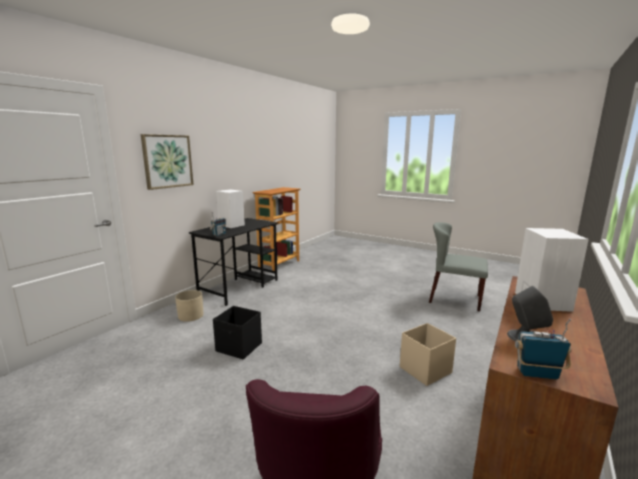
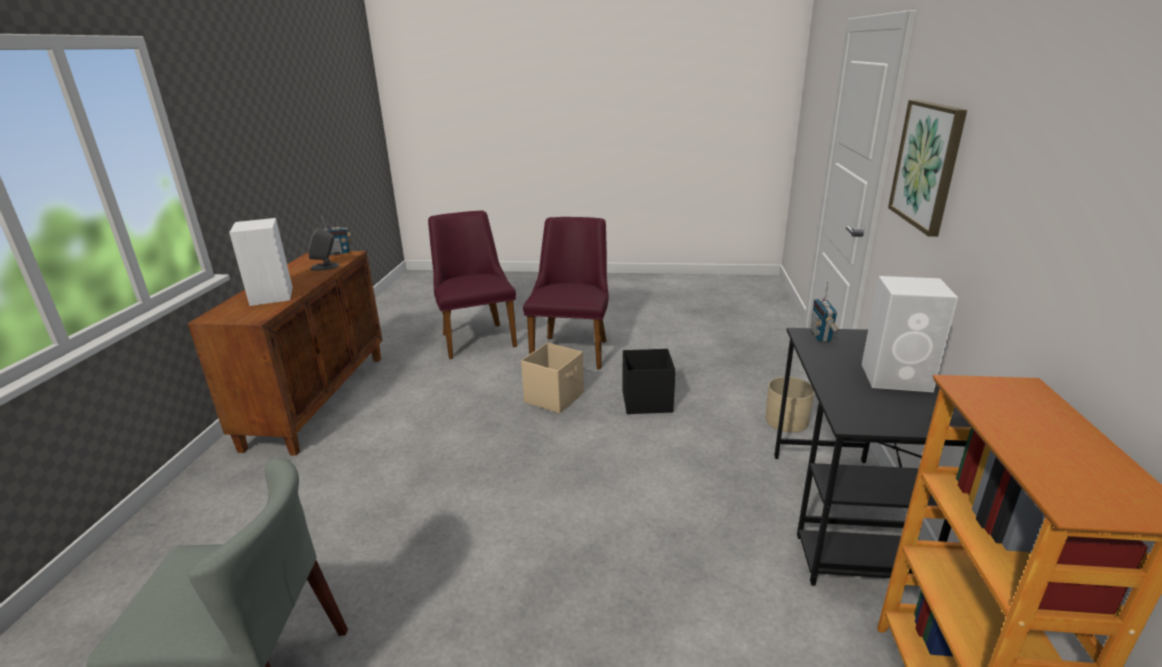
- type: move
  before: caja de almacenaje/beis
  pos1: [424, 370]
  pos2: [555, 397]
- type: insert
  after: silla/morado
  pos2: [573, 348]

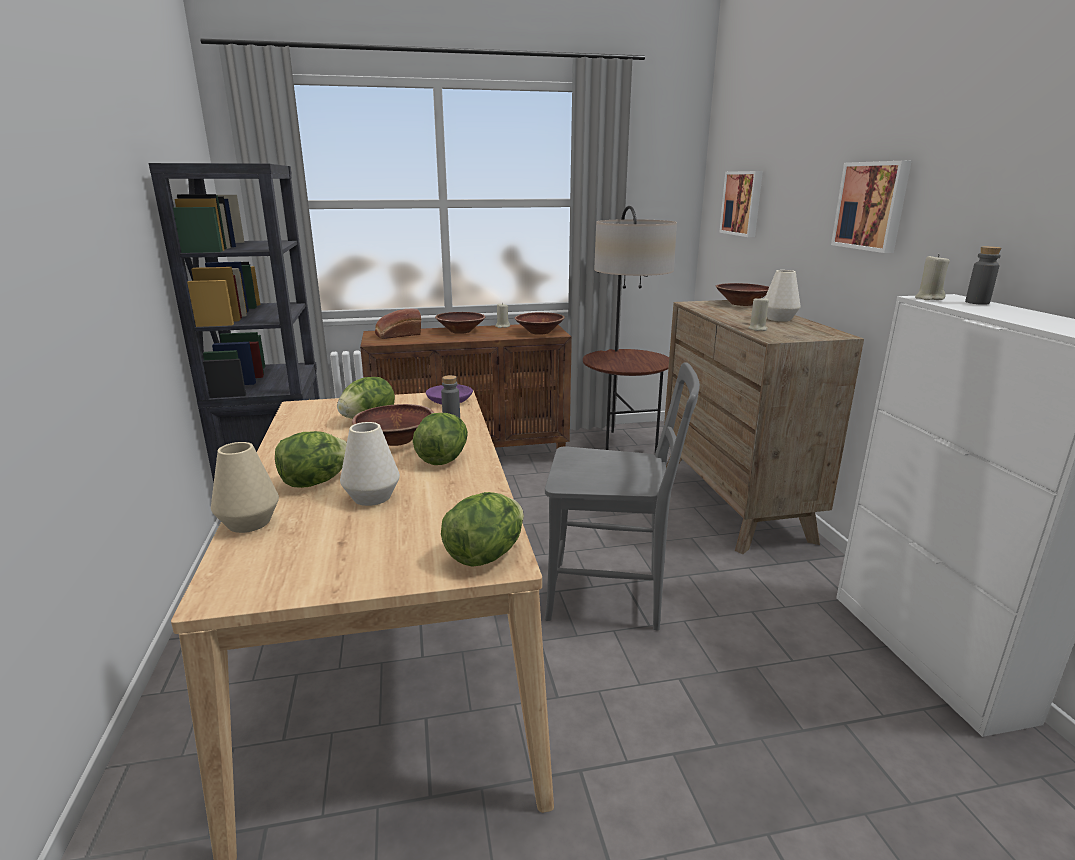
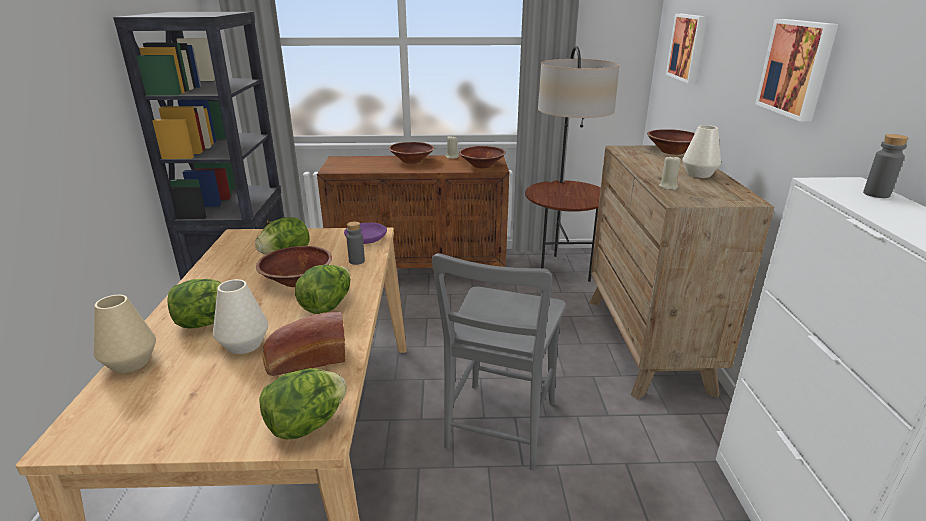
- type: move
  before: pan
  pos1: [397, 335]
  pos2: [305, 360]
- type: rotate
  before: silla/gris
  pos1: [612, 595]
  pos2: [499, 429]
  turn: 90
- type: delete
  before: vela/beis
  pos1: [929, 298]

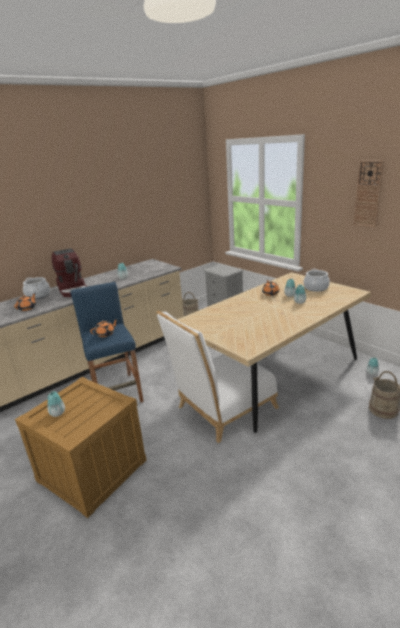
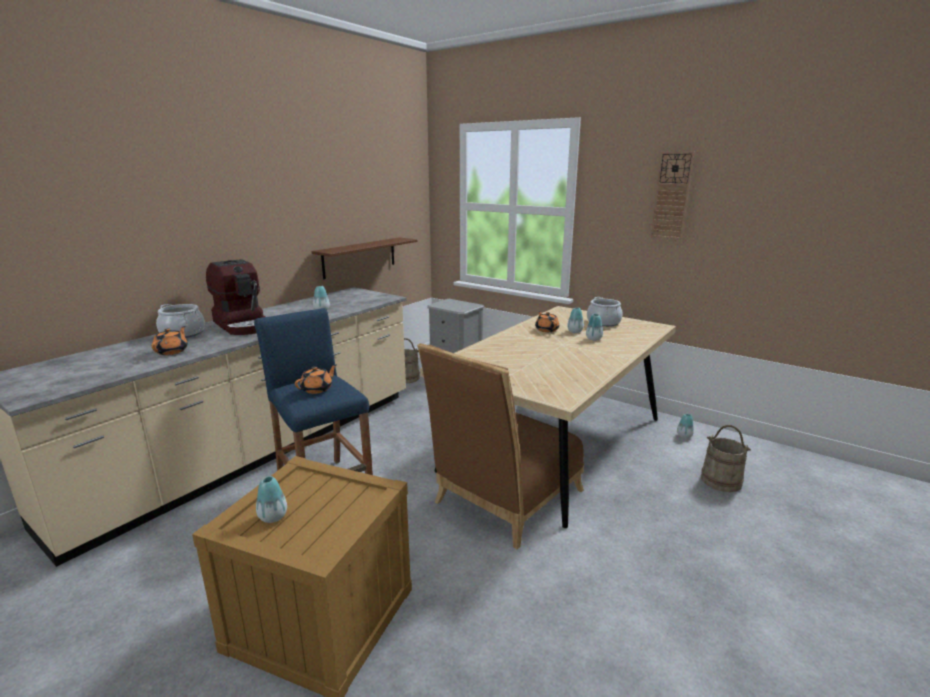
- type: recolor
  before: silla/blanco
  after: silla/marrón
  pos1: [222, 410]
  pos2: [503, 500]
- type: insert
  after: estante/marrón
  pos2: [359, 257]

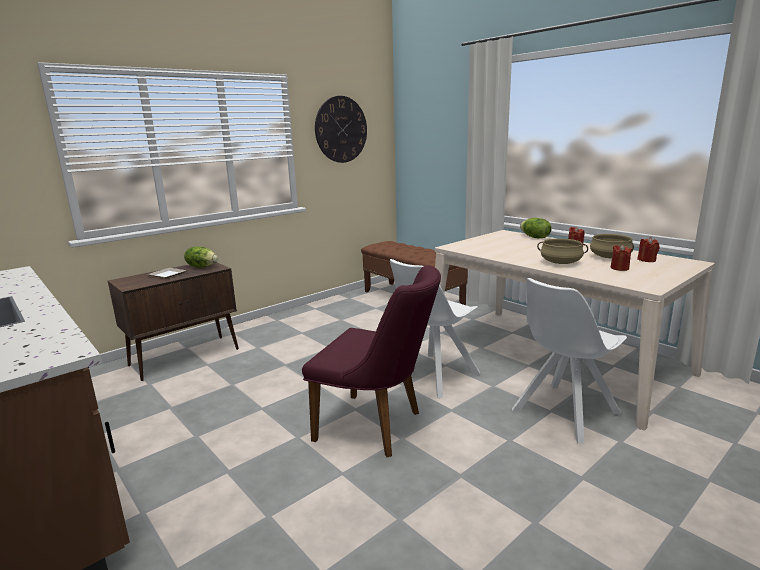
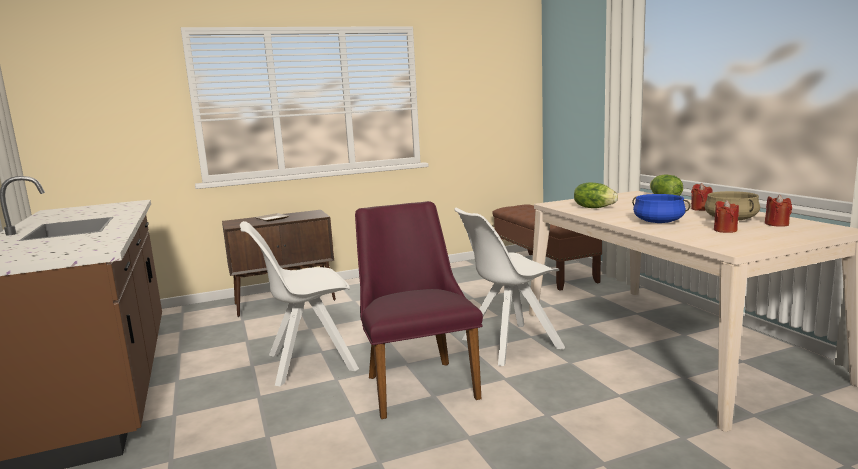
- type: move
  before: lechuga
  pos1: [202, 266]
  pos2: [594, 208]
- type: rotate
  before: silla/morado
  pos1: [378, 427]
  pos2: [417, 382]
  turn: -150
- type: delete
  before: reloj de pared
  pos1: [341, 129]
- type: move
  before: silla/blanco
  pos1: [563, 413]
  pos2: [308, 363]
- type: recolor
  before: olla/beis
  after: olla/azul
  pos1: [561, 262]
  pos2: [659, 222]

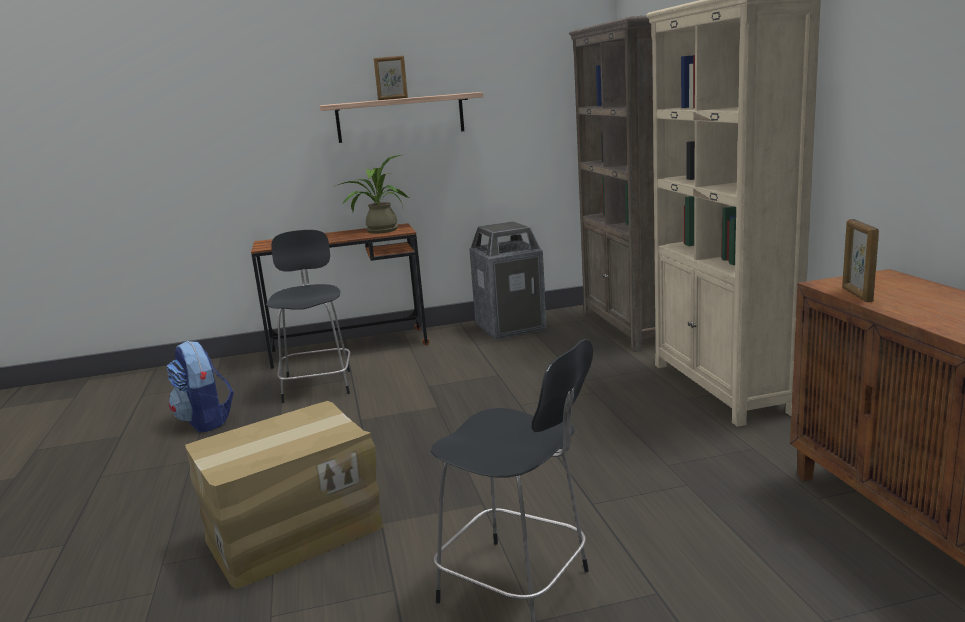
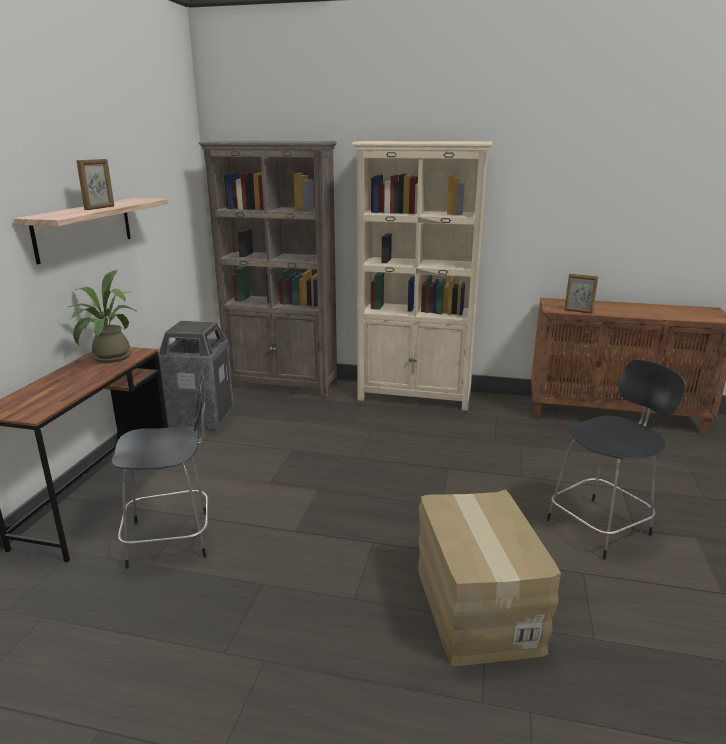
- type: delete
  before: mochila
  pos1: [205, 421]
- type: rotate
  before: silla/negro
  pos1: [317, 385]
  pos2: [173, 538]
  turn: 150

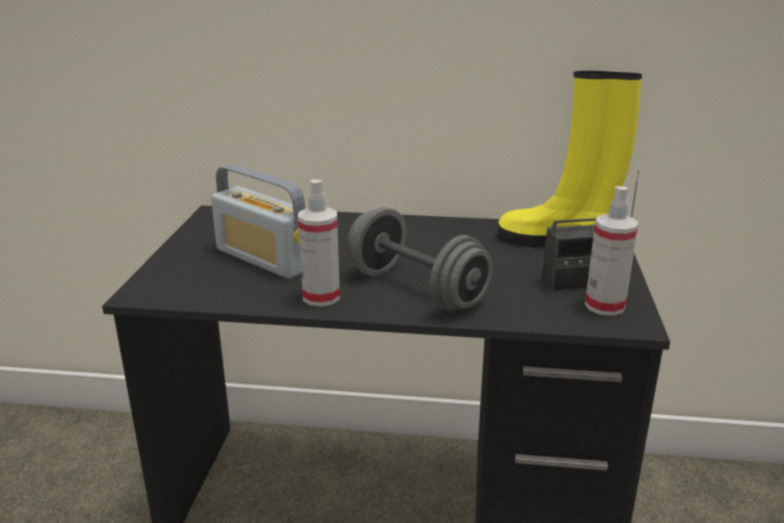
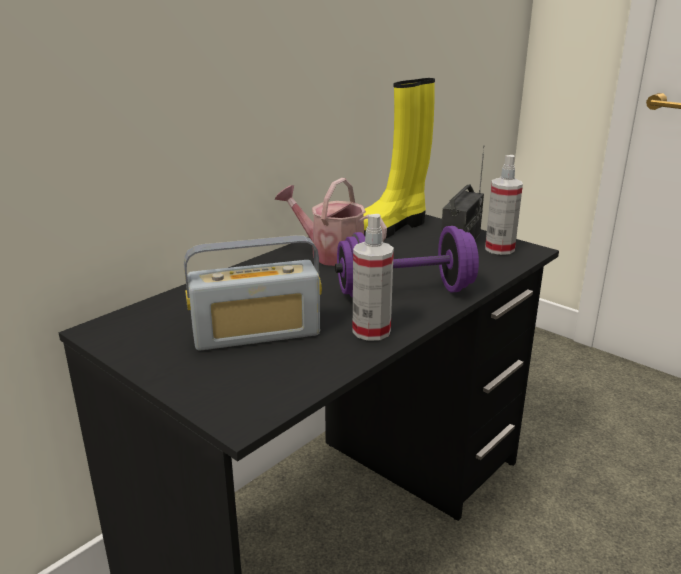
- type: recolor
  before: mancuerna/gris
  after: mancuerna/morado
  pos1: [416, 289]
  pos2: [405, 293]
- type: insert
  after: regadera
  pos2: [330, 254]

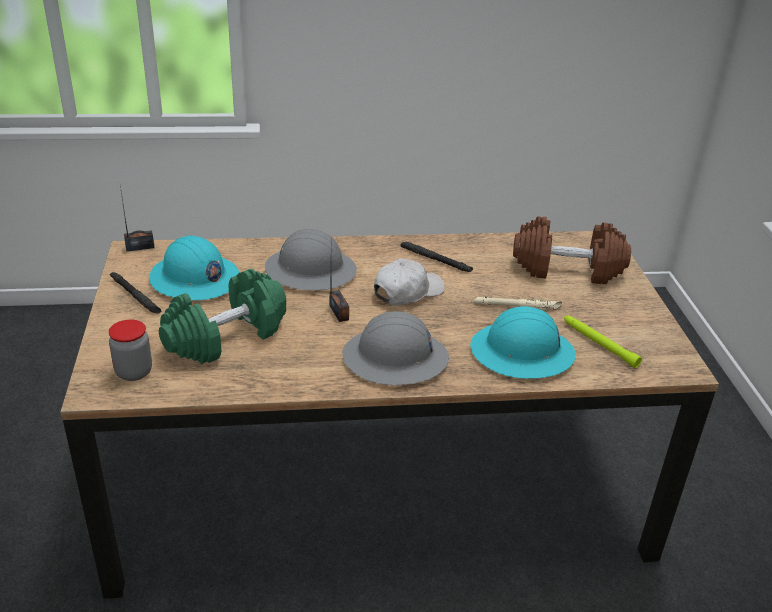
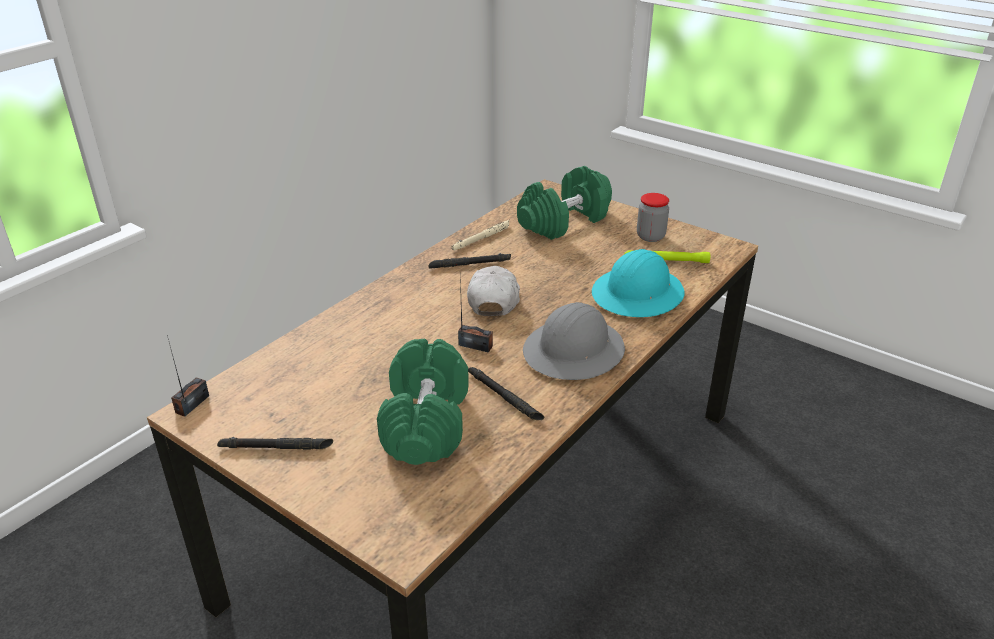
- type: move
  before: tarro
  pos1: [134, 372]
  pos2: [650, 236]
- type: delete
  before: casco/turquesa
  pos1: [194, 279]
- type: delete
  before: casco/gris
  pos1: [310, 270]
- type: move
  before: linterna/beis
  pos1: [517, 306]
  pos2: [482, 238]
- type: recolor
  before: mancuerna/marrón
  after: mancuerna/verde
  pos1: [567, 269]
  pos2: [564, 221]
- type: insert
  after: linterna/negro
  pos2: [504, 397]

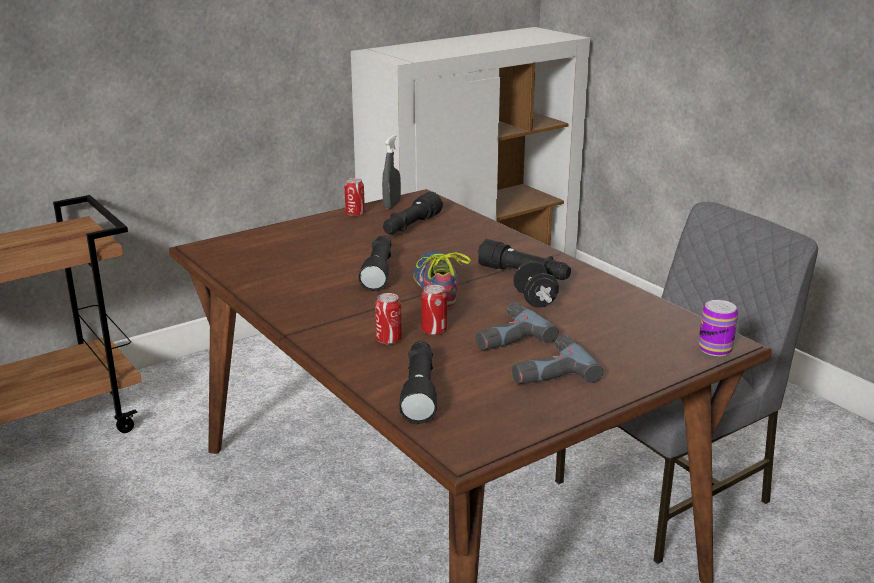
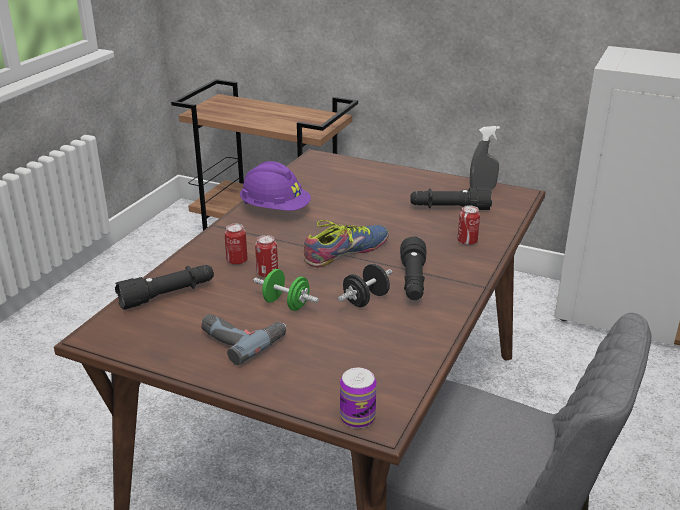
- type: move
  before: lata
  pos1: [355, 213]
  pos2: [467, 241]
- type: delete
  before: linterna/negro
  pos1: [378, 271]
- type: replace
  before: taladro
  after: mancuerna/verde
  pos1: [505, 335]
  pos2: [286, 304]
- type: insert
  after: casco/morado
  pos2: [275, 209]

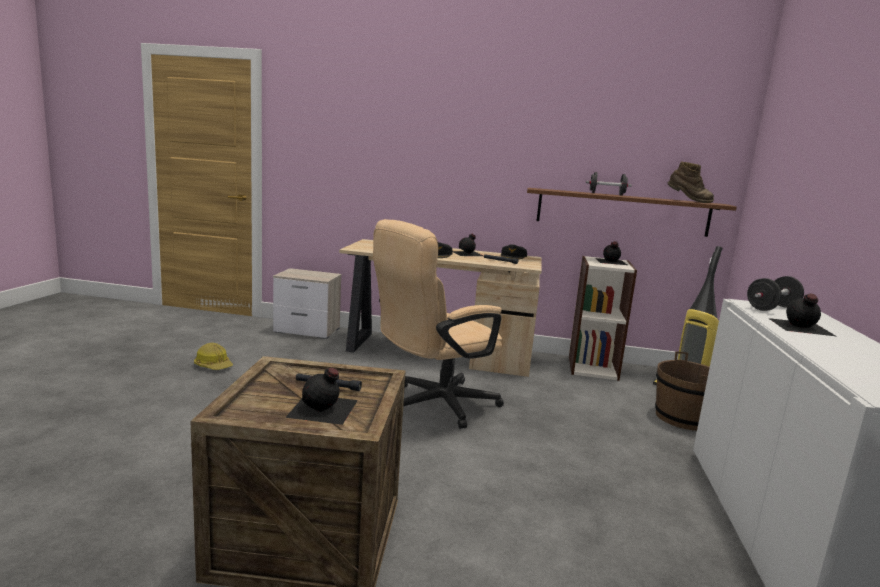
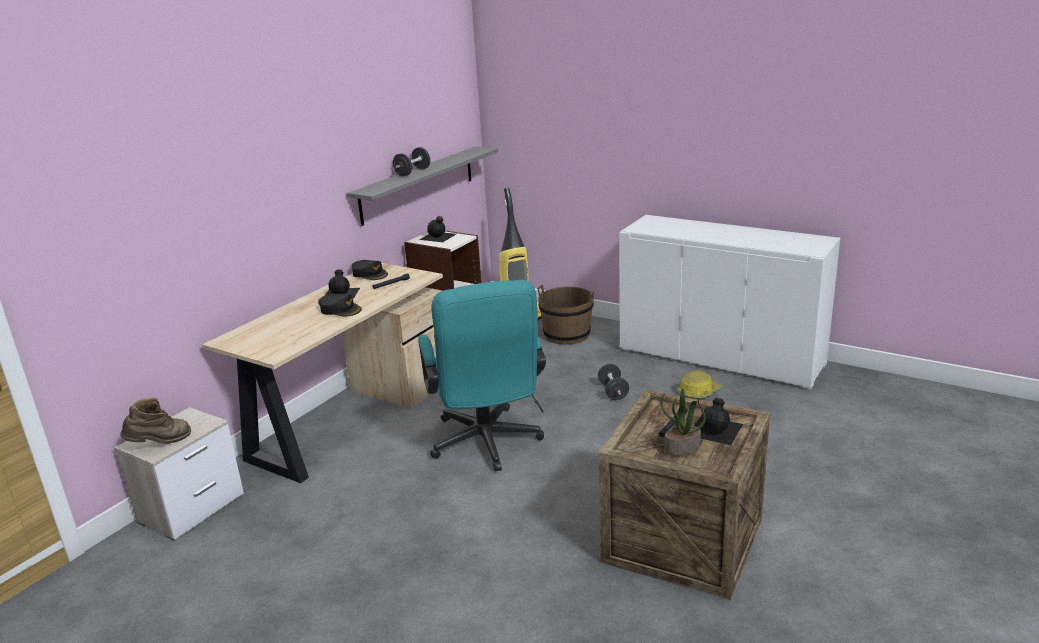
- type: move
  before: casco
  pos1: [213, 366]
  pos2: [698, 392]
- type: recolor
  before: silla de oficina/beis
  after: silla de oficina/turquesa
  pos1: [433, 405]
  pos2: [487, 445]
- type: recolor
  before: estante/marrón
  after: estante/gris
  pos1: [622, 212]
  pos2: [418, 184]
- type: move
  before: bota/marrón
  pos1: [688, 201]
  pos2: [160, 444]
- type: move
  before: mancuerna/negro
  pos1: [772, 308]
  pos2: [613, 392]
- type: delete
  before: botella/negro
  pos1: [800, 327]
- type: insert
  after: planta en maceta
  pos2: [682, 449]

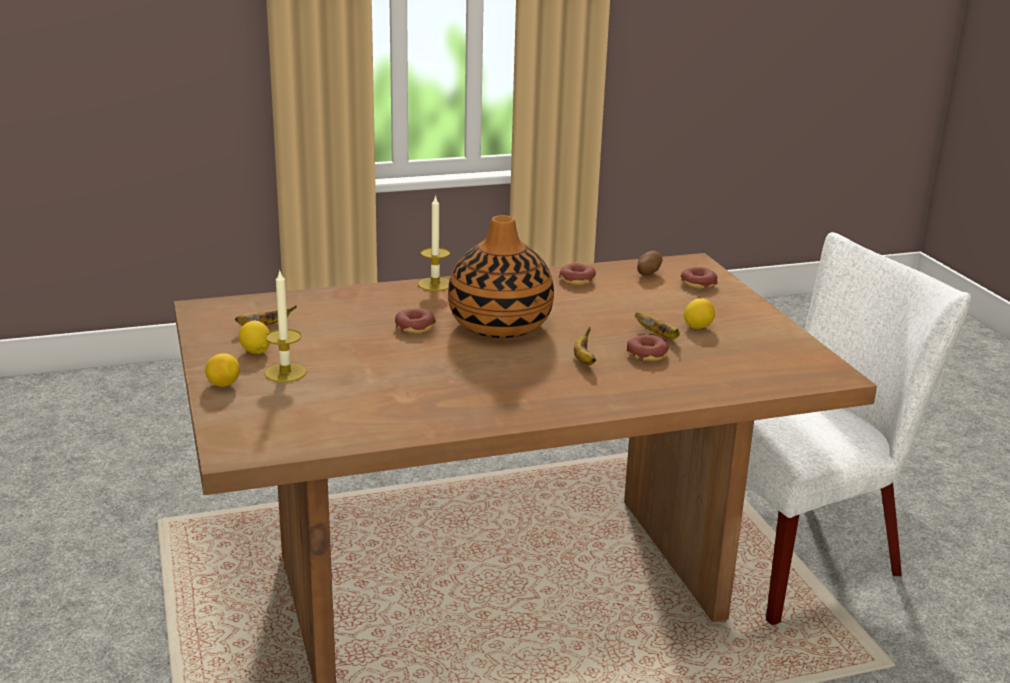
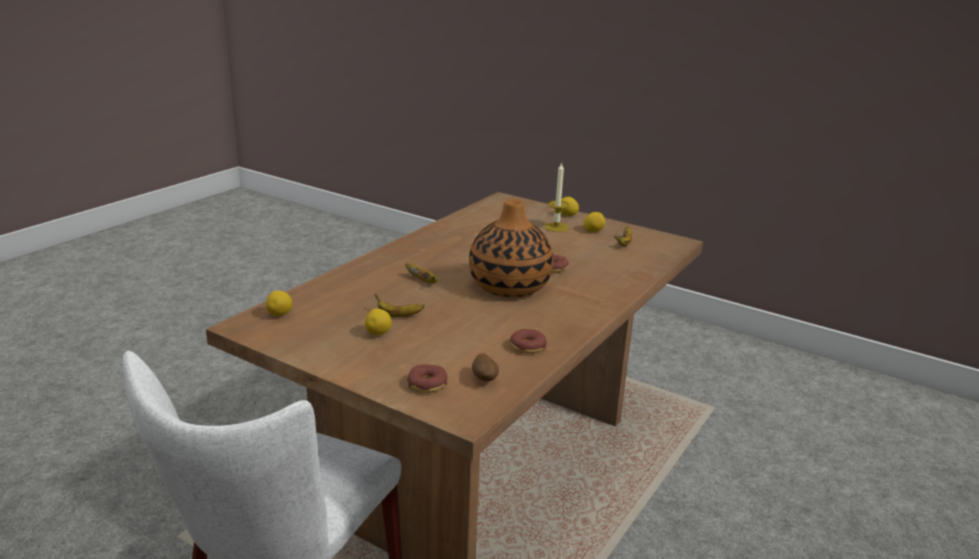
- type: delete
  before: vela
  pos1: [435, 284]
- type: delete
  before: rosquilla
  pos1: [647, 354]
- type: insert
  after: limón
  pos2: [280, 314]

